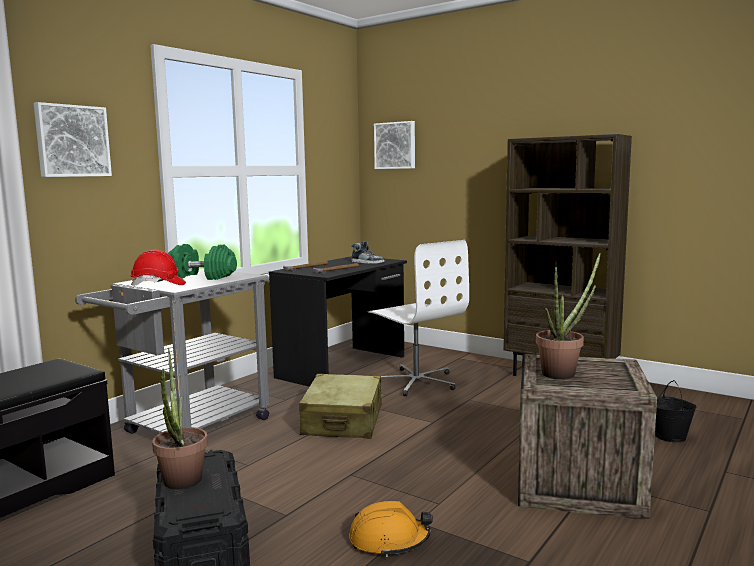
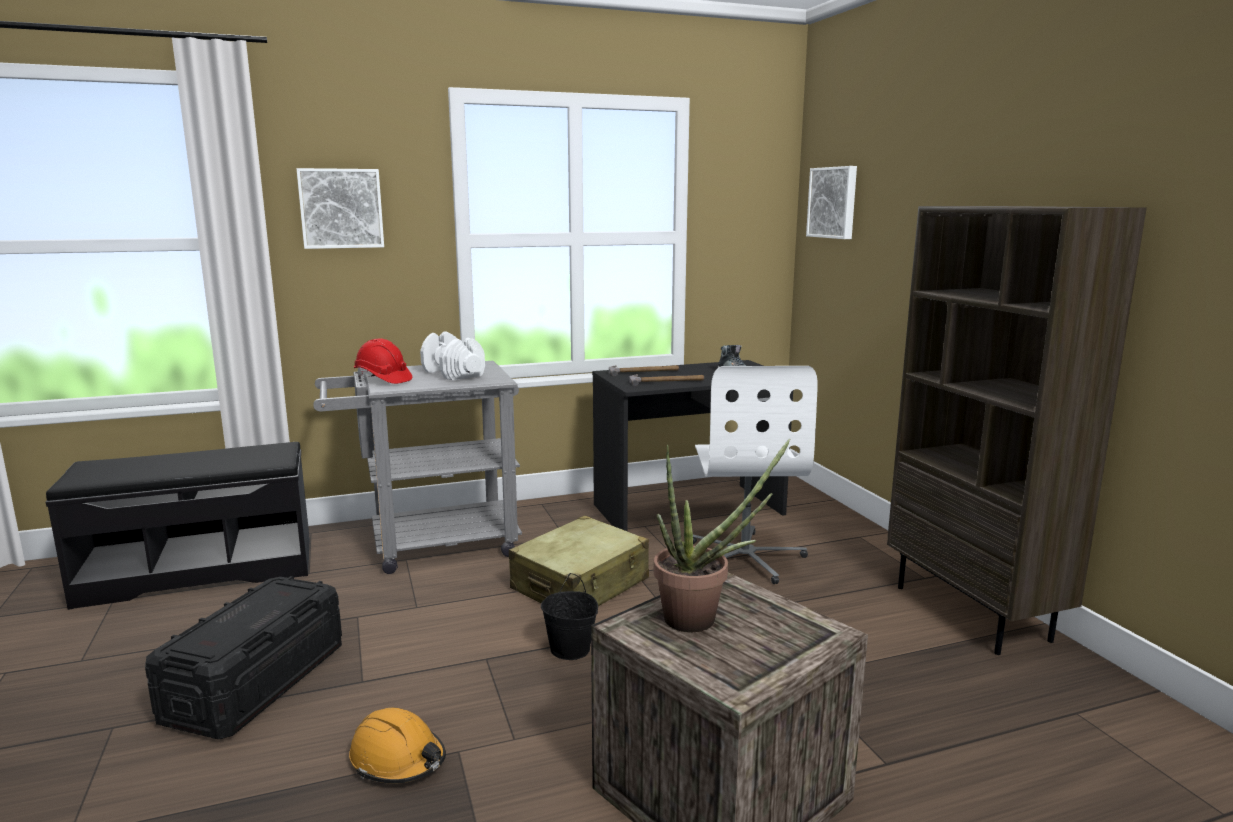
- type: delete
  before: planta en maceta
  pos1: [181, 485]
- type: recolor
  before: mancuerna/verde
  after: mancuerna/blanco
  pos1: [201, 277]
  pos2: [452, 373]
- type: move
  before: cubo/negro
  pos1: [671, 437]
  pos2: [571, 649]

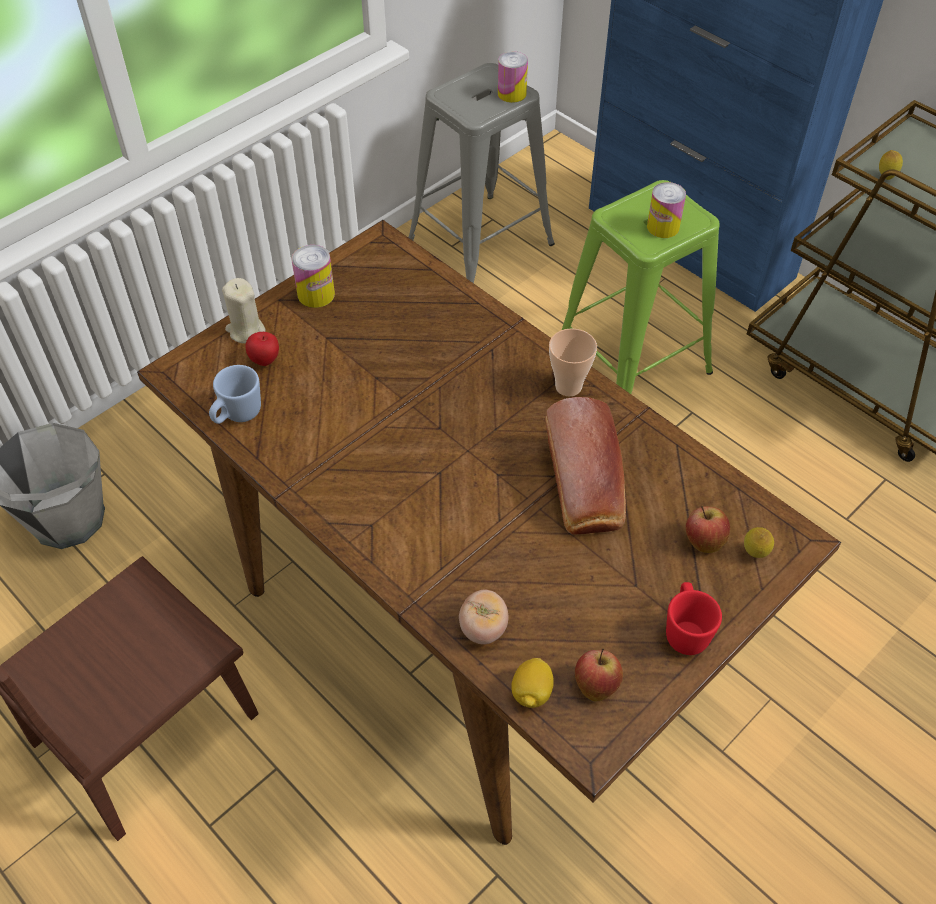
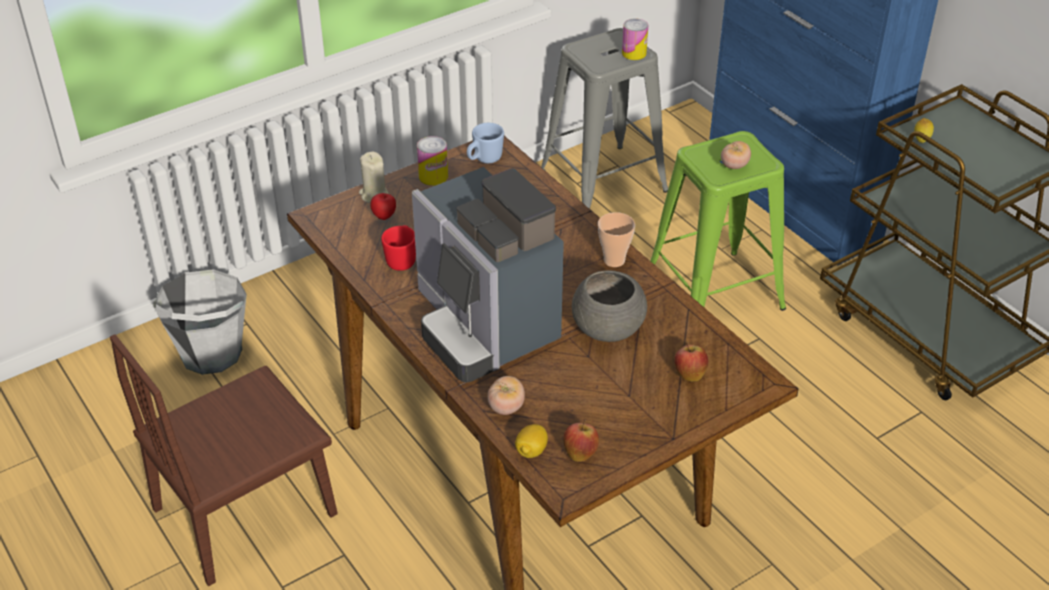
- type: move
  before: taza grande/azul
  pos1: [237, 415]
  pos2: [484, 159]
- type: replace
  before: pan
  after: cuenco/gris
  pos1: [584, 488]
  pos2: [607, 328]
- type: replace
  before: lata
  after: tomate
  pos1: [663, 227]
  pos2: [734, 166]
- type: move
  before: taza grande/rojo
  pos1: [685, 630]
  pos2: [402, 259]
- type: delete
  before: limón
  pos1: [754, 554]
- type: insert
  after: cafetera
  pos2: [483, 325]

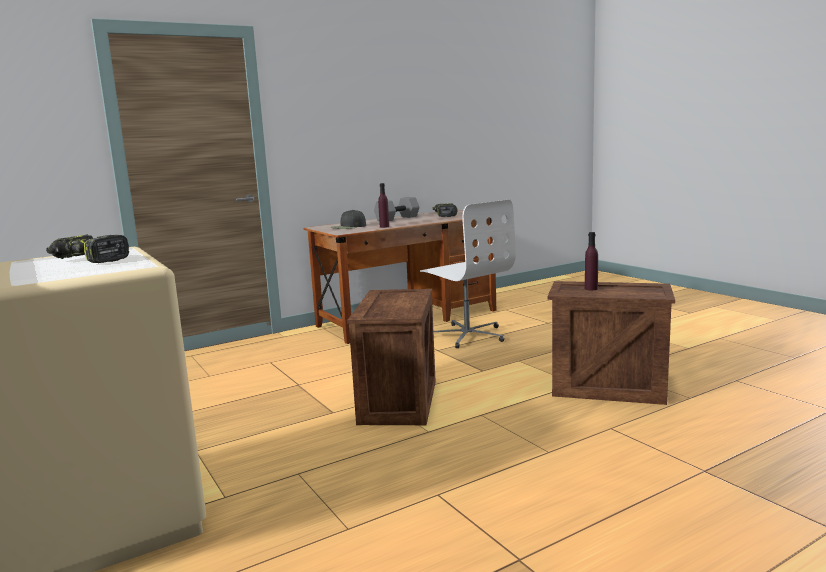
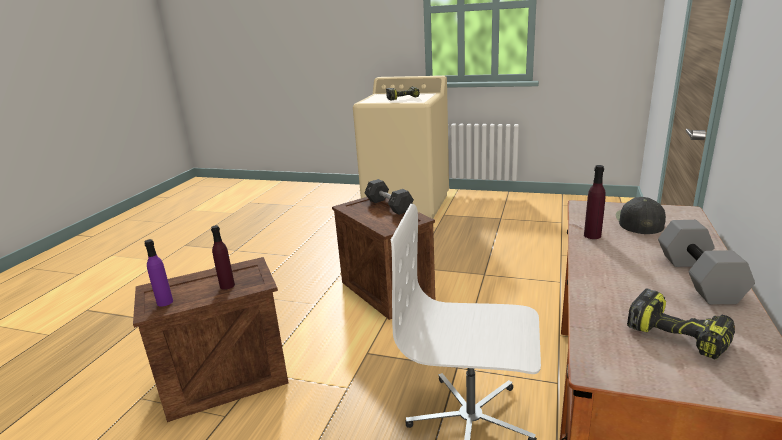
- type: insert
  after: botella/morado
  pos2: [165, 302]
- type: insert
  after: mancuerna/gris
  pos2: [389, 206]

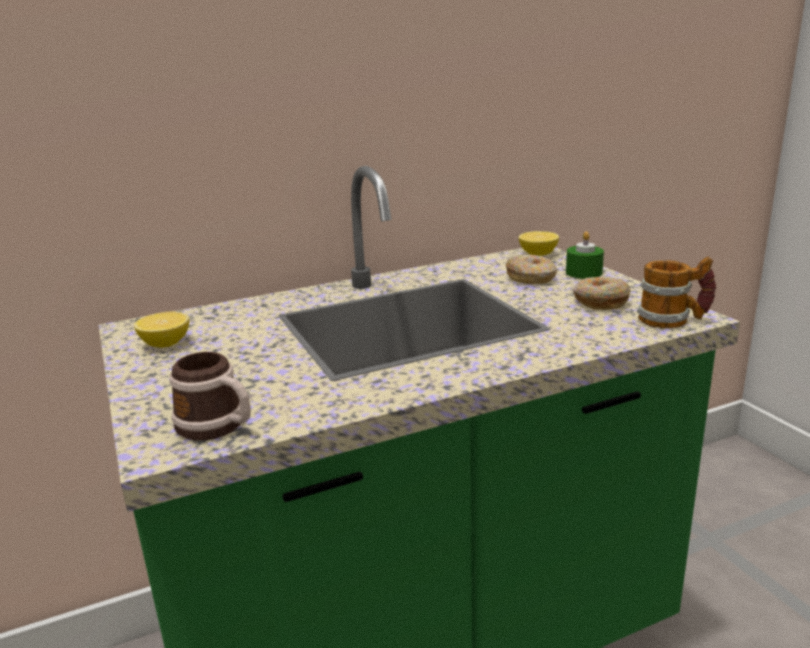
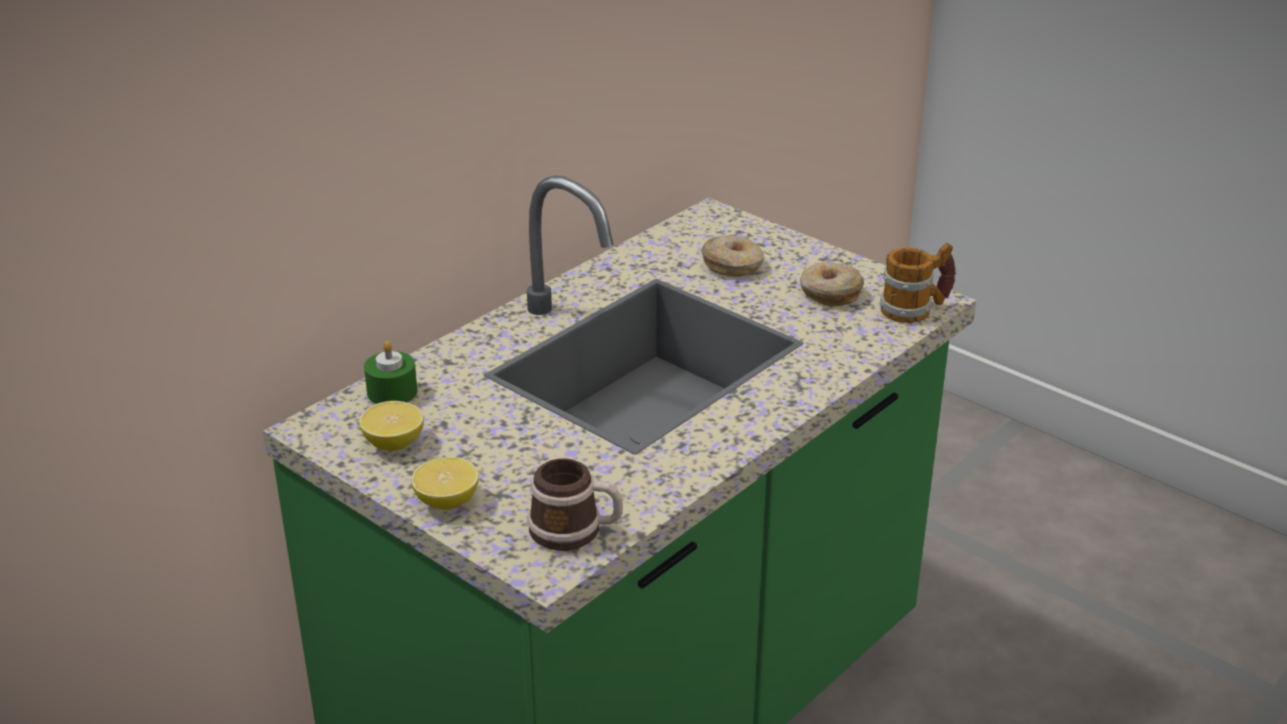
- type: move
  before: limón
  pos1: [538, 254]
  pos2: [447, 502]
- type: move
  before: vela/verde
  pos1: [584, 273]
  pos2: [392, 392]

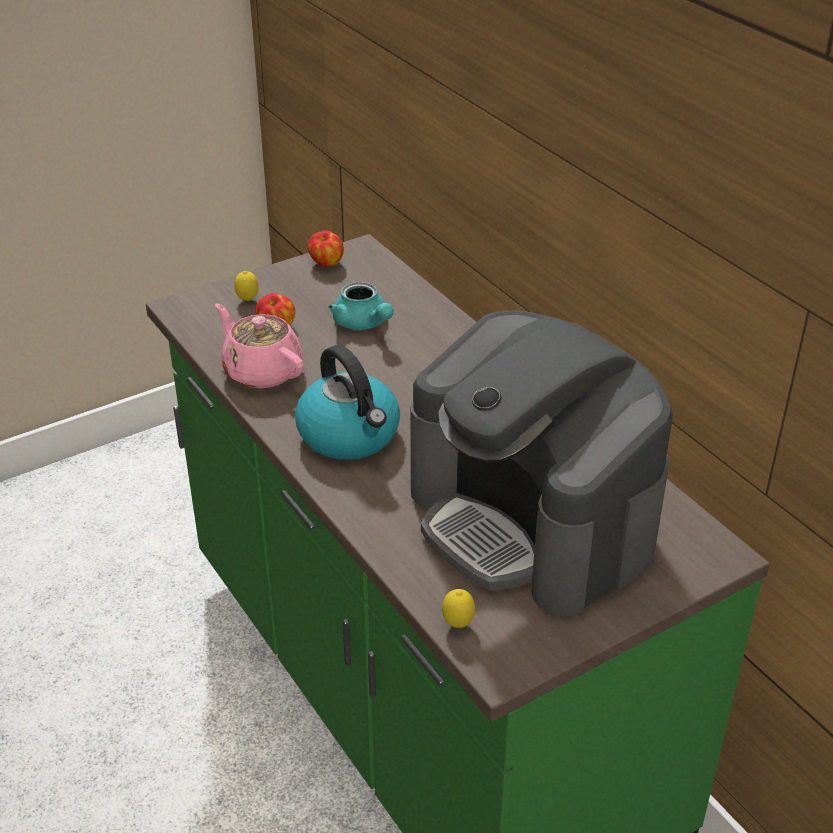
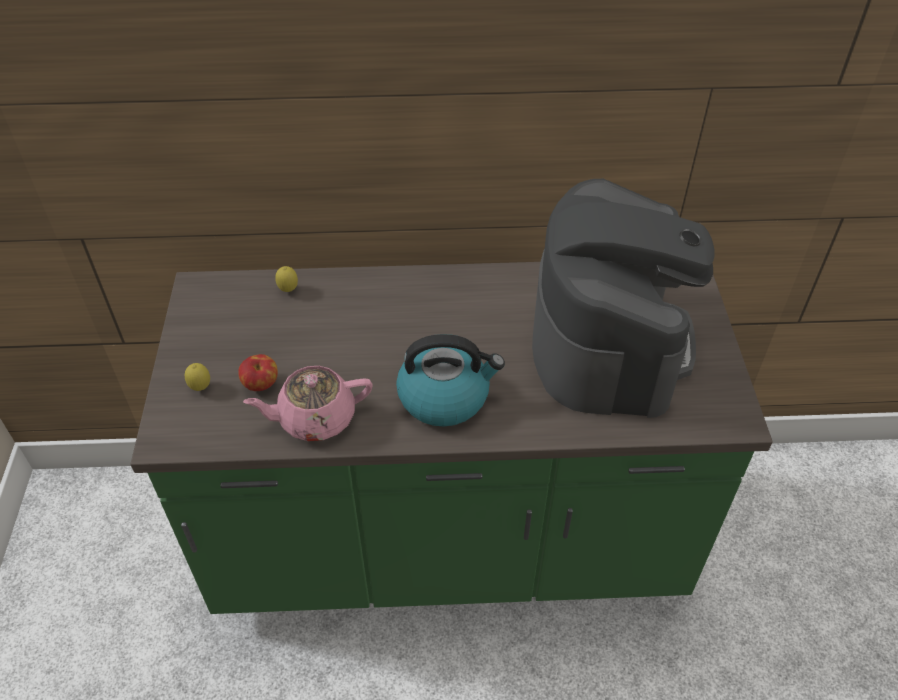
- type: delete
  before: manzana
  pos1: [326, 263]
- type: delete
  before: tetera/turquesa
  pos1: [363, 324]
- type: rotate
  before: cafetera
  pos1: [532, 521]
  pos2: [608, 341]
  turn: -75
- type: move
  before: limón
  pos1: [458, 625]
  pos2: [288, 290]

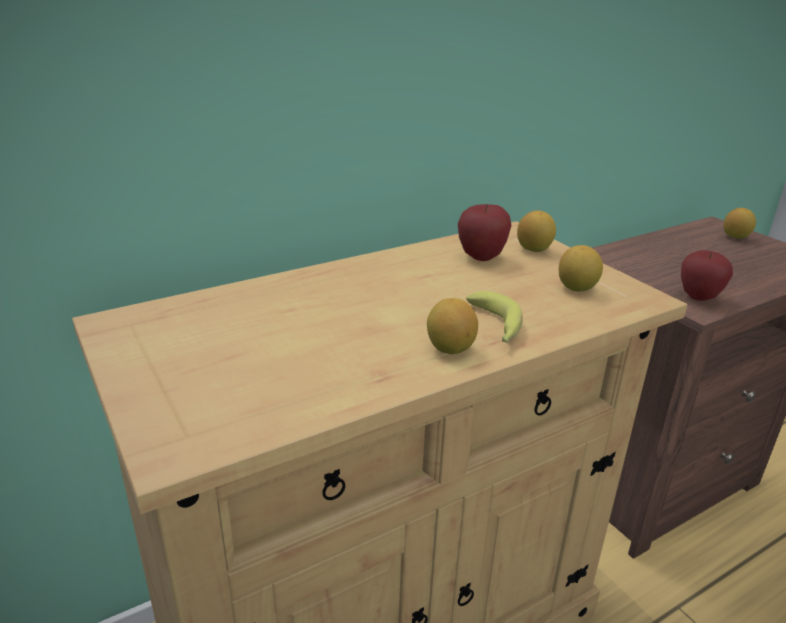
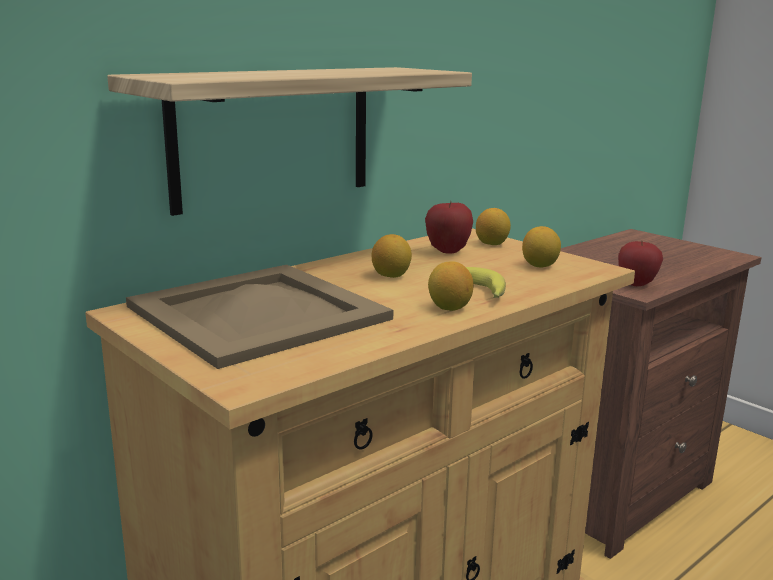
- type: move
  before: limón
  pos1: [735, 237]
  pos2: [391, 276]
- type: insert
  after: estante
  pos2: [273, 136]
- type: insert
  after: bandeja/beis
  pos2: [257, 313]

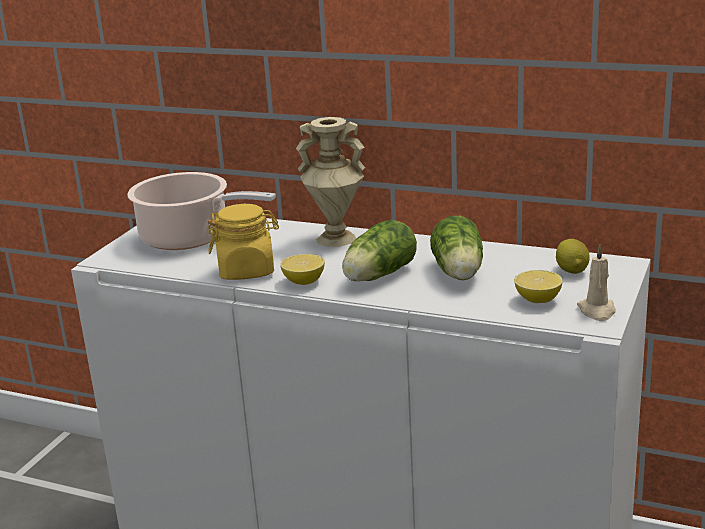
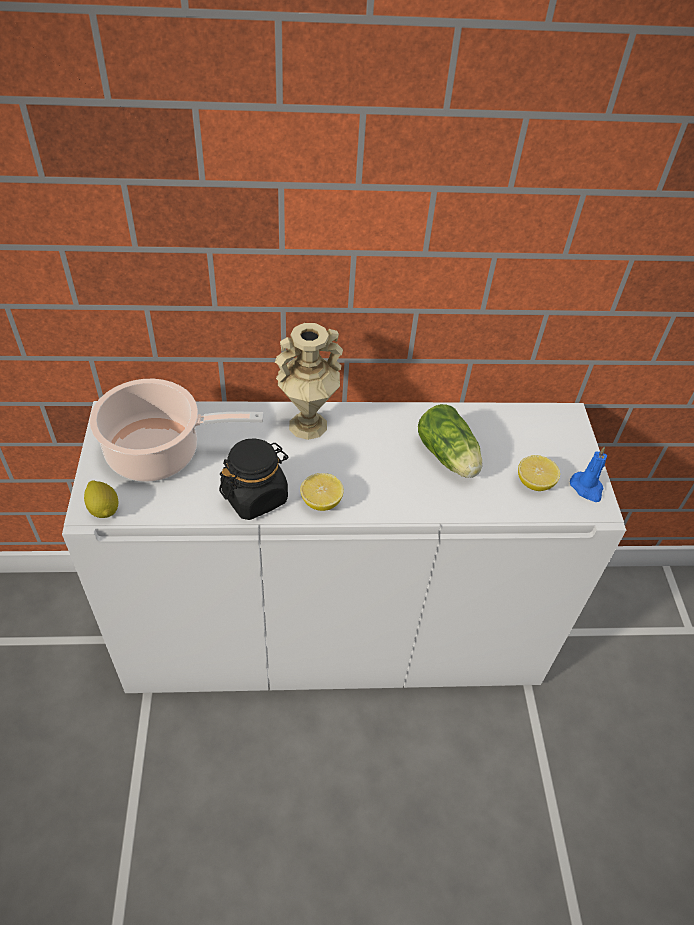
- type: recolor
  before: tarro/amarillo
  after: tarro/negro
  pos1: [247, 270]
  pos2: [255, 496]
- type: delete
  before: lechuga
  pos1: [377, 276]
- type: move
  before: limón
  pos1: [572, 270]
  pos2: [104, 509]
- type: recolor
  before: vela/beis
  after: vela/azul
  pos1: [597, 311]
  pos2: [587, 488]

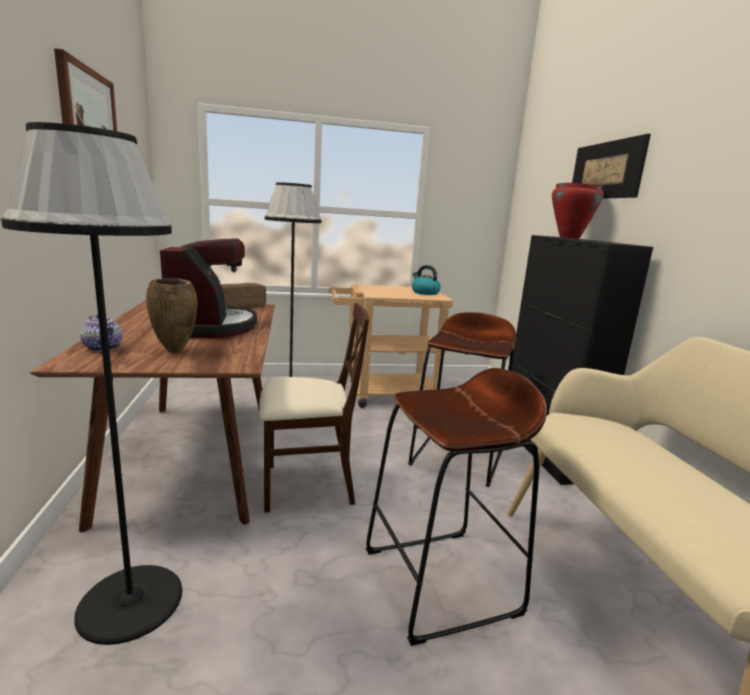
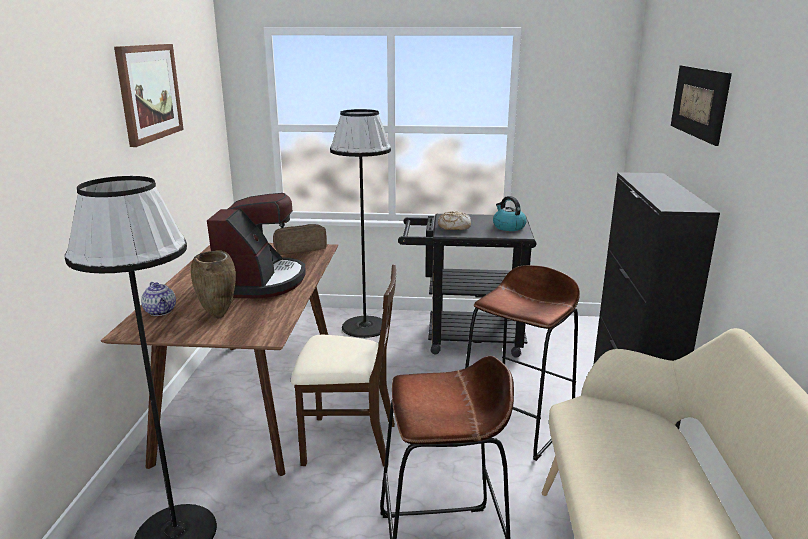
- type: recolor
  before: carrito/beis
  after: carrito/negro
  pos1: [382, 394]
  pos2: [464, 338]
- type: delete
  before: olla/rojo
  pos1: [570, 238]
- type: insert
  after: pan
  pos2: [453, 227]

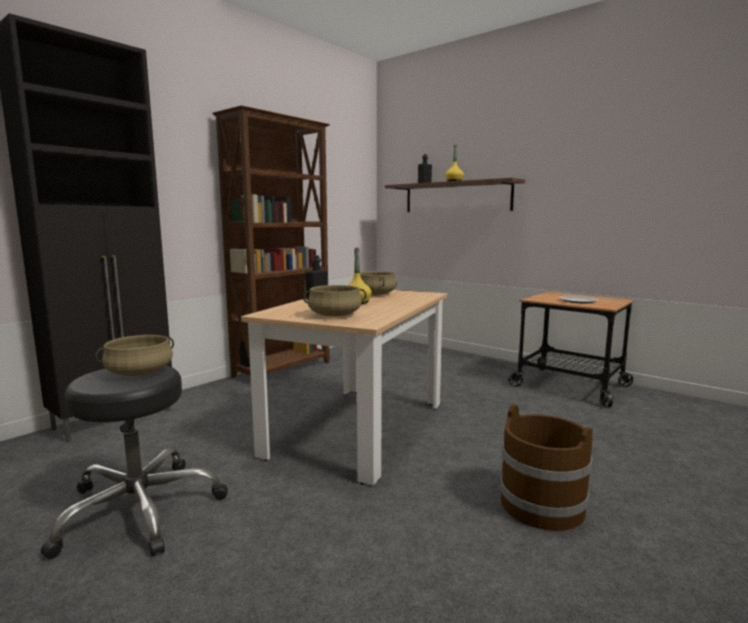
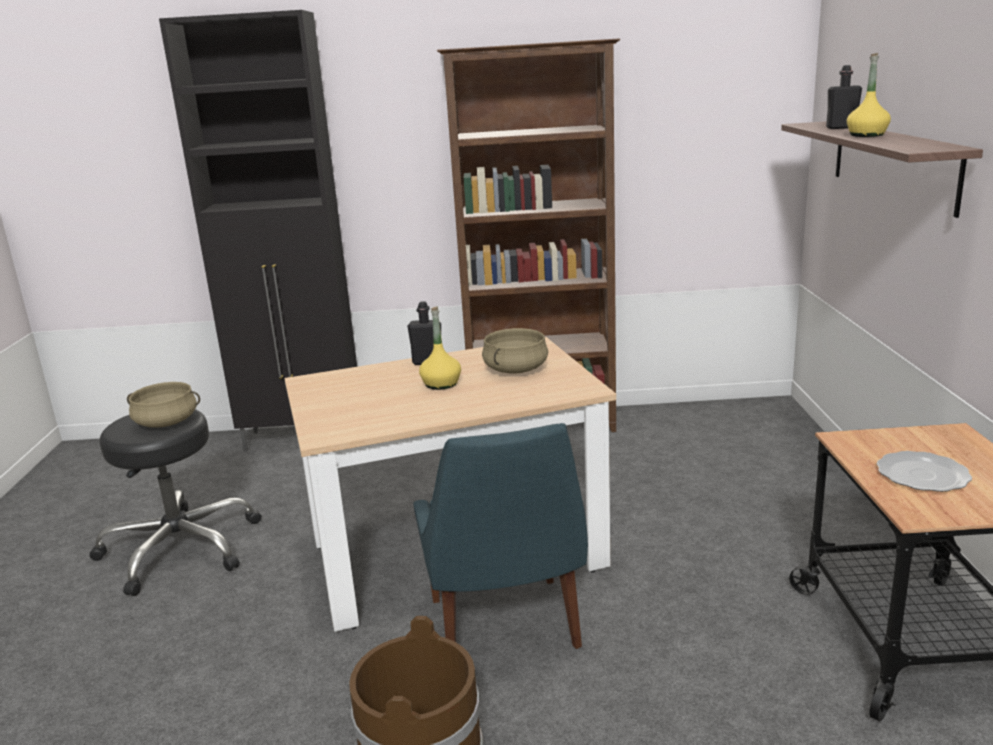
- type: delete
  before: olla/beis
  pos1: [334, 315]
- type: insert
  after: silla/azul
  pos2: [505, 627]

